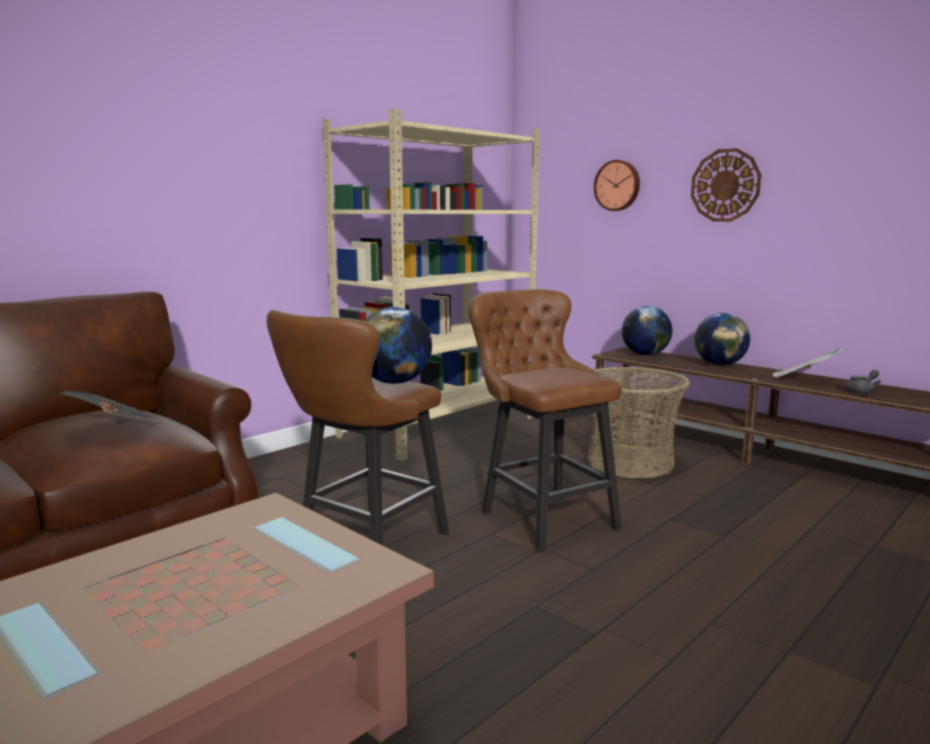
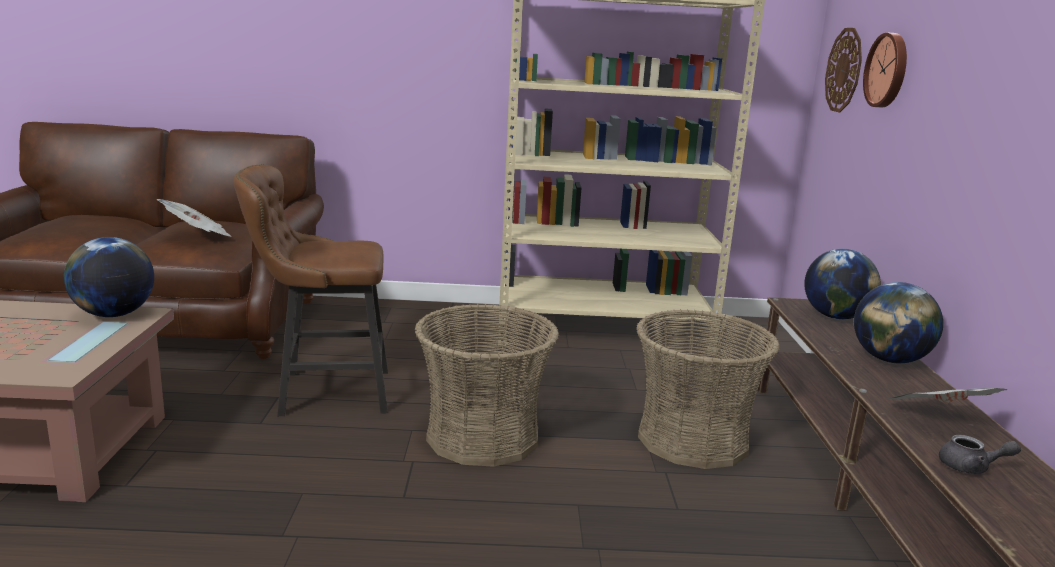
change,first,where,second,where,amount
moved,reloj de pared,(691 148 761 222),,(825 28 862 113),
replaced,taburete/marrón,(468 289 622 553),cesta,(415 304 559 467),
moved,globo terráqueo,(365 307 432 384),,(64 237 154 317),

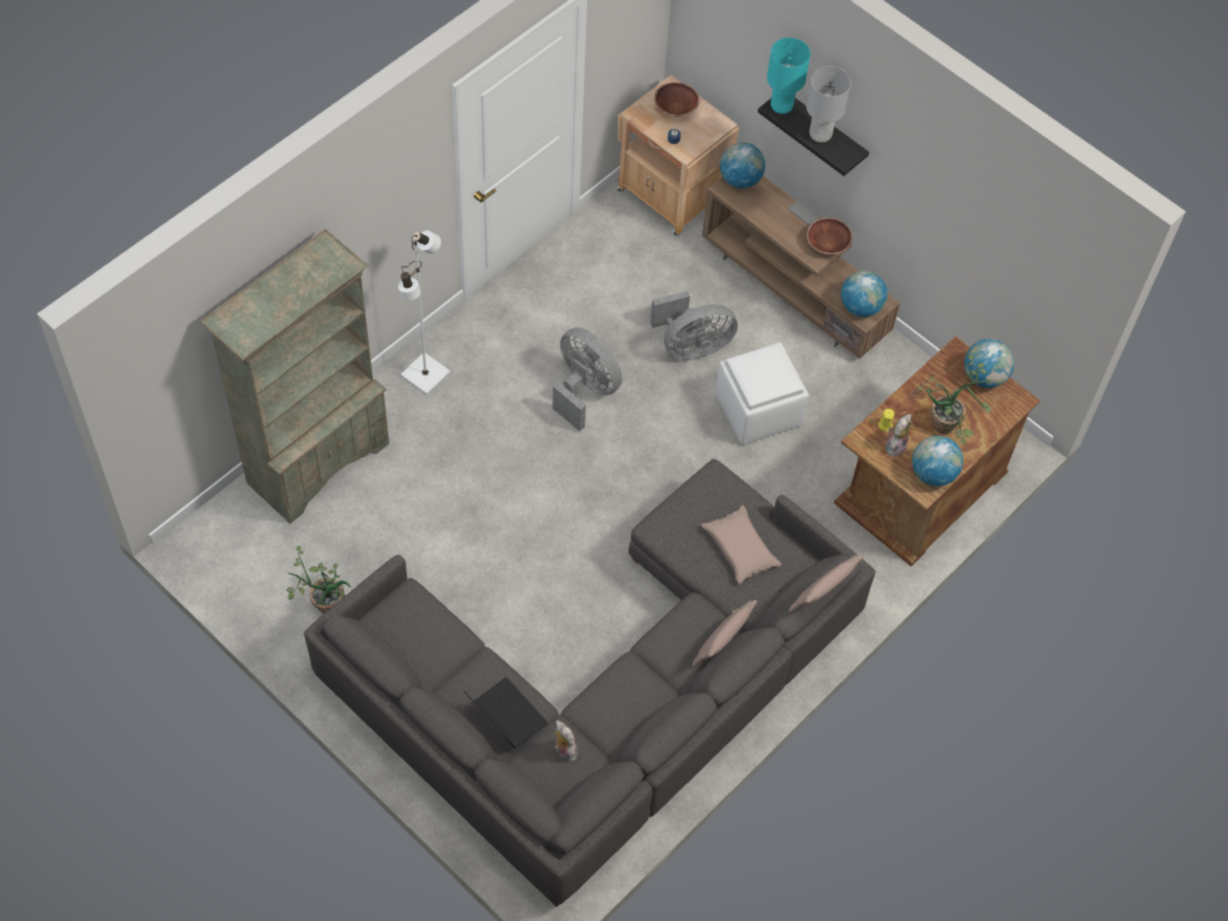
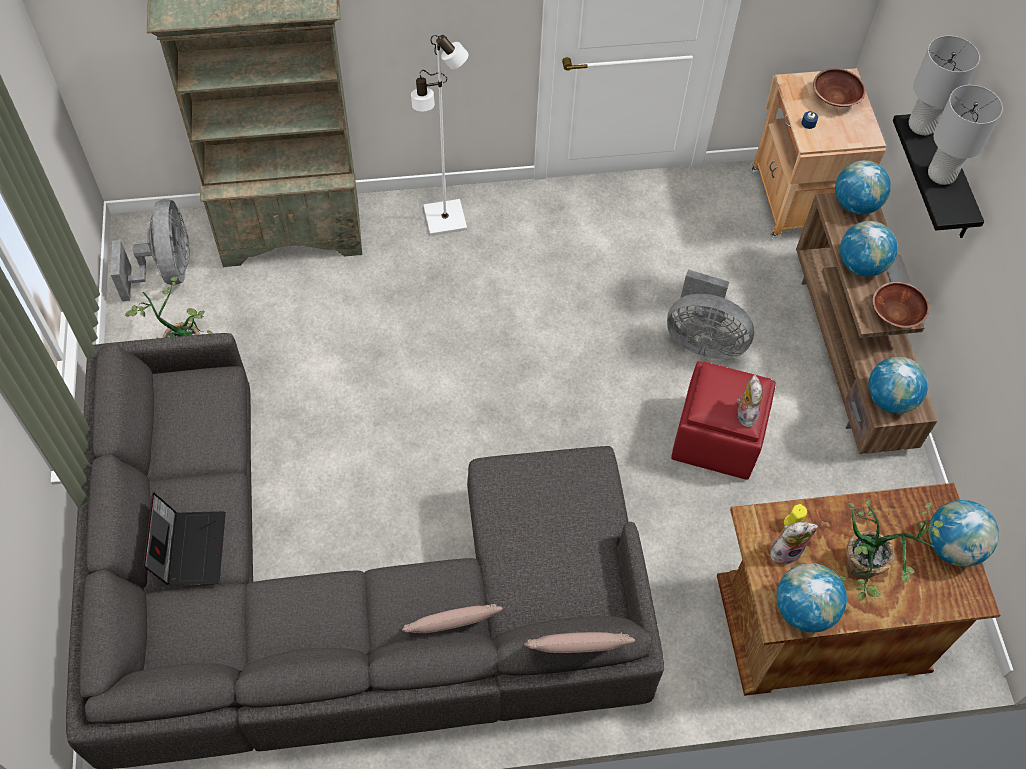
change,first,where,second,where,amount
recoloured,lámpara de mesa/turquesa,(767 38 810 114),lámpara de mesa/gris,(909 36 980 136),
moved,ventilador/gris,(553 327 622 431),,(111 199 190 301),
recoloured,puf/blanco,(715 343 809 445),puf/rojo,(671 361 776 480),
removed,cojín/beis,(701 505 781 584),,,
moved,peluche,(555 720 578 762),,(737 375 763 427),
added,,,globo terráqueo,(840 221 898 277),

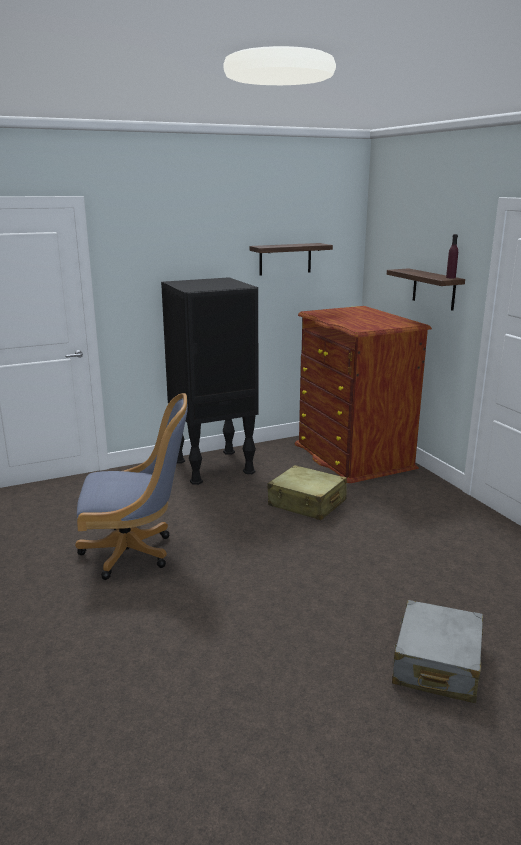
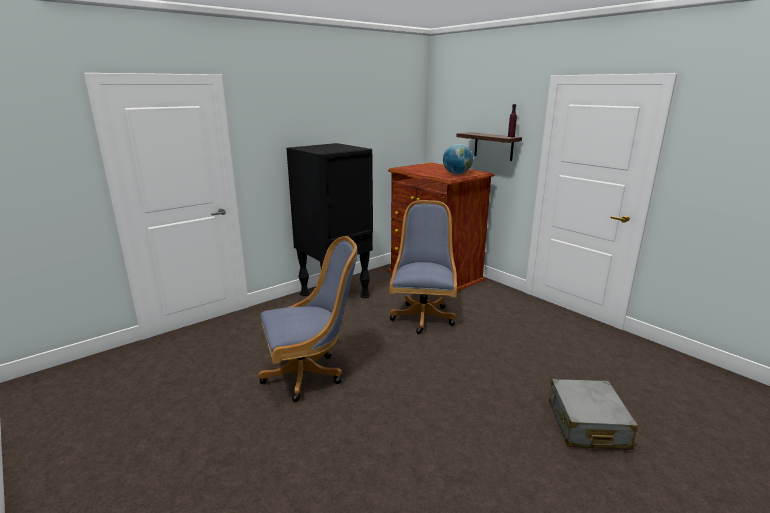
change,first,where,second,where,amount
removed,estante,(249 243 333 276),,,
replaced,maleta/beis,(267 465 347 520),silla de oficina/azul,(390 200 457 334),
added,,,globo terráqueo,(443 144 473 174),

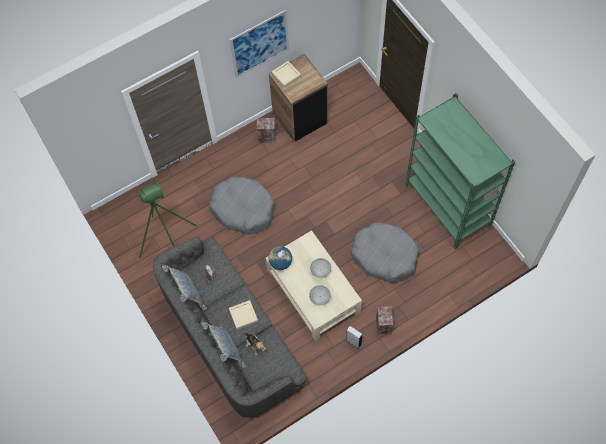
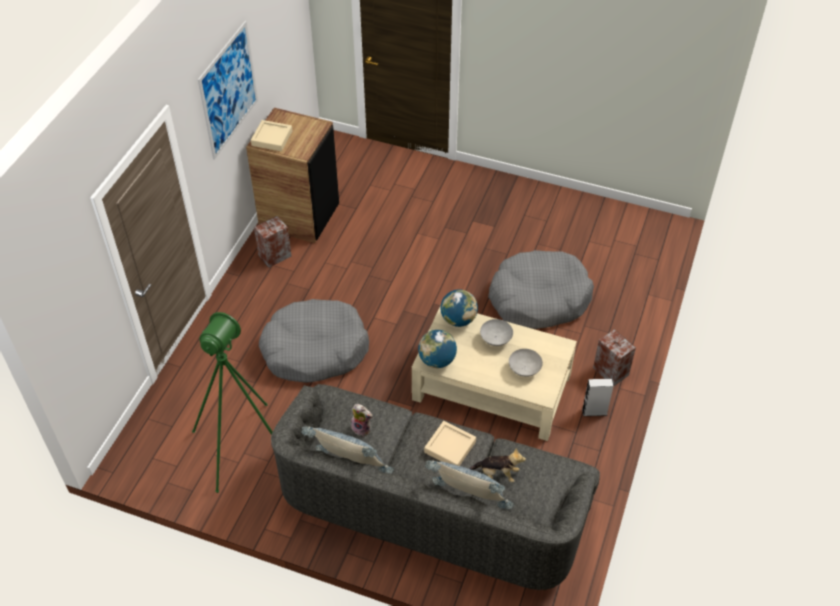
change,first,where,second,where,amount
removed,estantería/verde,(405 93 515 249),,,
added,,,globo terráqueo,(440 289 478 327),

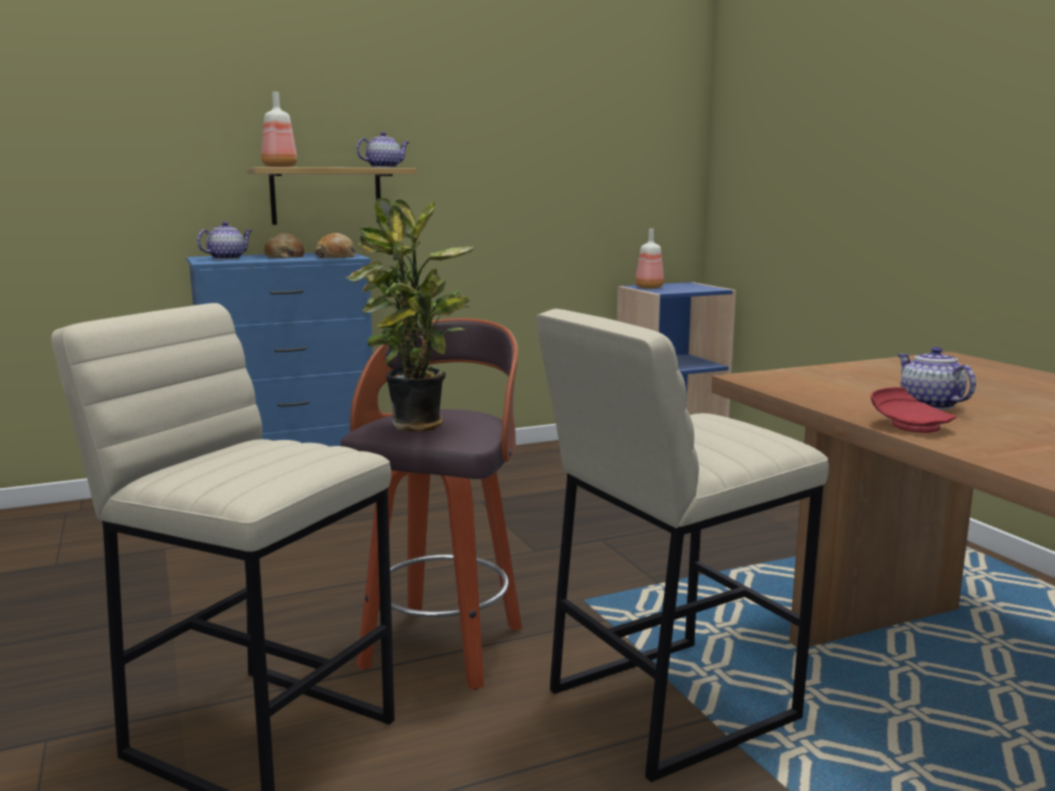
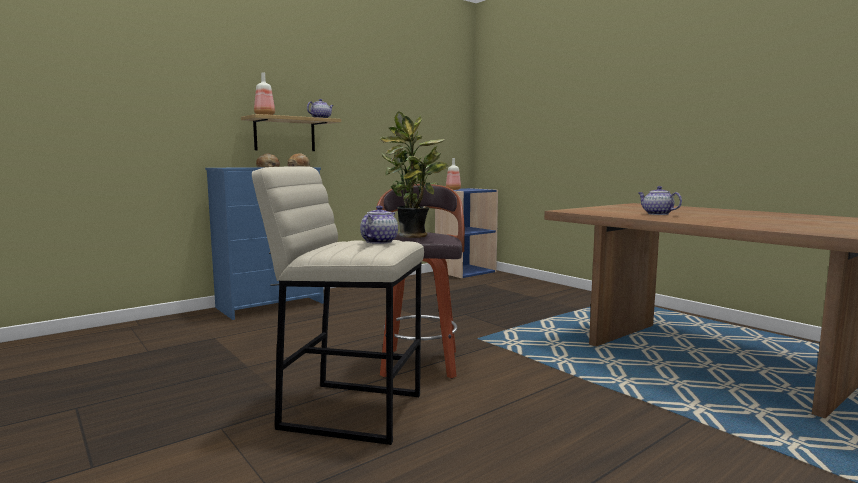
change,first,where,second,where,amount
moved,tetera,(197 222 252 259),,(360 206 398 244),
removed,taburete/beis,(536 309 829 782),,,
removed,plato/rojo,(871 387 957 433),,,

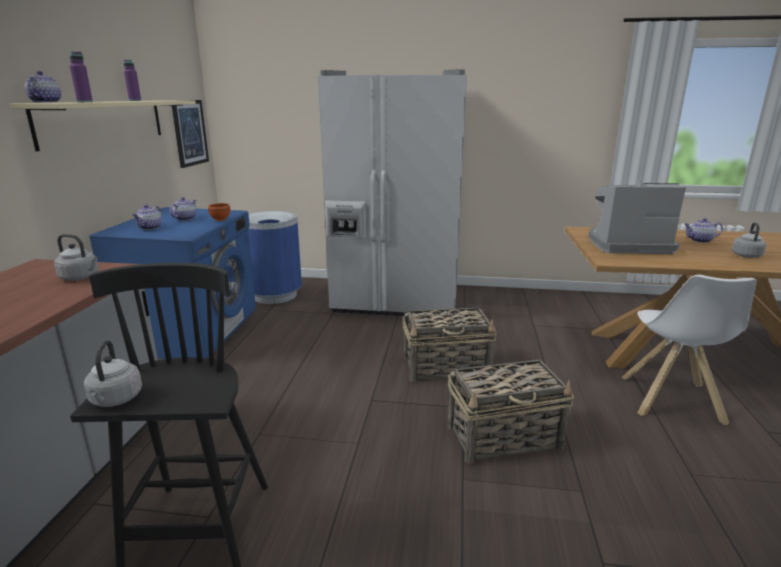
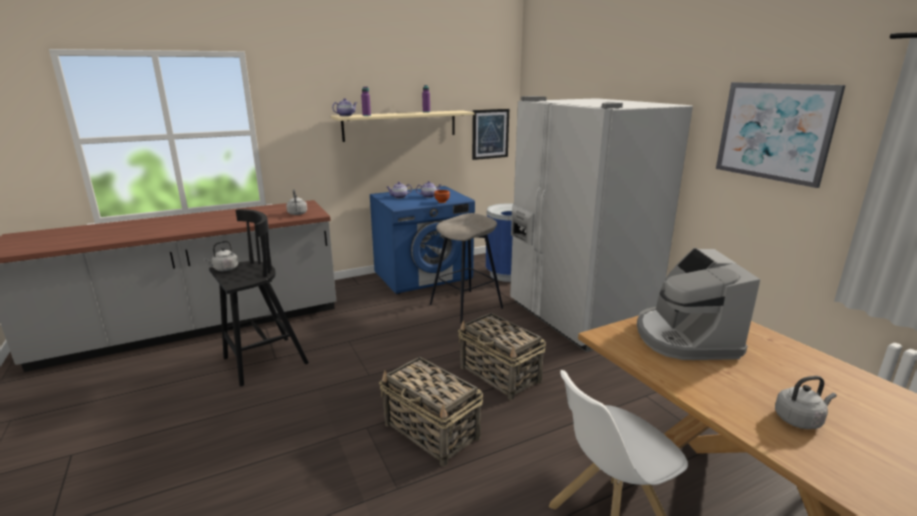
change,first,where,second,where,amount
turned,cafetera,(588 183 686 254),,(637 248 760 360),150 degrees counterclockwise
removed,tetera,(684 218 723 243),,,
added,,,cuadro,(716 82 846 188),
added,,,taburete/gris,(430 213 503 324),

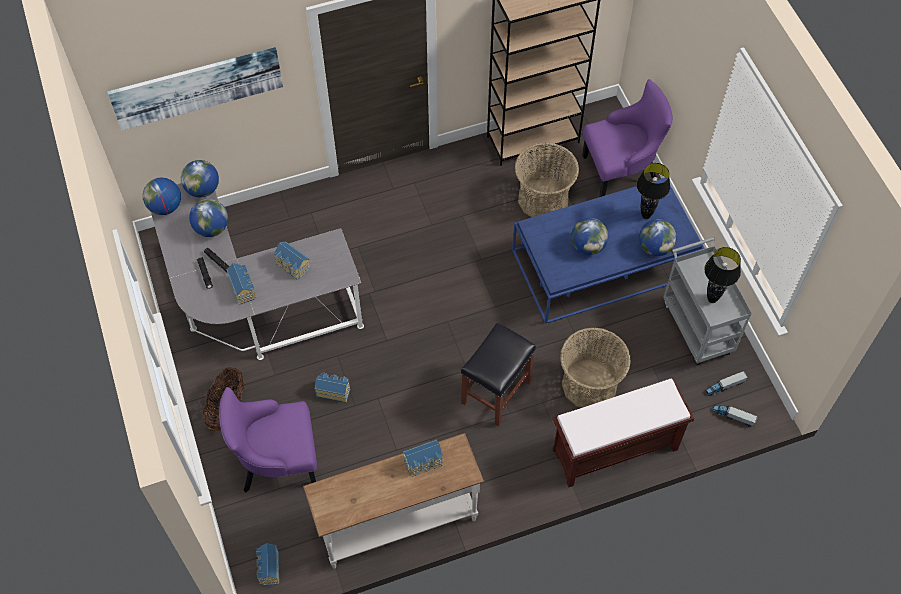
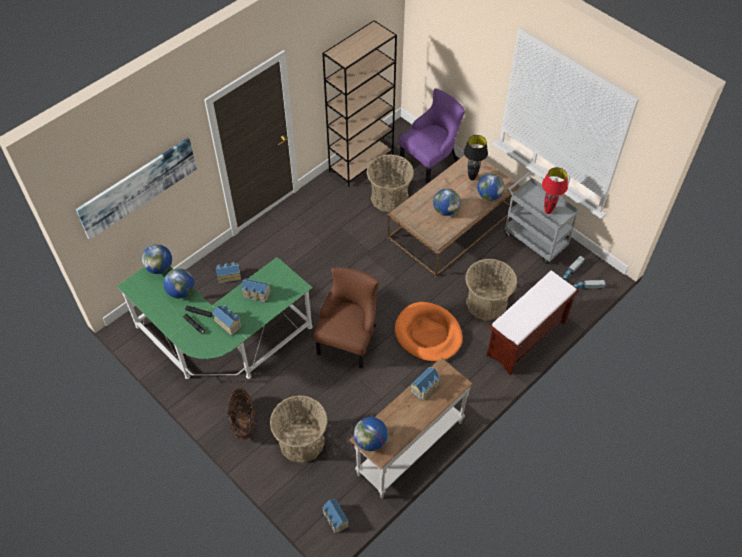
change,first,where,second,where,amount
moved,globo terráqueo,(143 177 181 215),,(354 417 388 451),
recoloured,mesa de centro/azul,(512 178 705 324),mesa de centro/marrón,(387 155 521 276),
recoloured,escritorio/gris,(151 183 364 360),escritorio/verde,(117 257 313 379),
recoloured,lámpara de mesa/negro,(704 247 741 303),lámpara de mesa/rojo,(542 167 568 214),
replaced,taburete/negro,(461 323 536 426),cama para perro/naranja,(395 302 463 362),
moved,casita,(315 373 350 403),,(216 262 241 284),
replaced,silla/morado,(219 387 317 493),cesta,(270 396 327 463),
added,,,silla/marrón,(313 267 379 369),

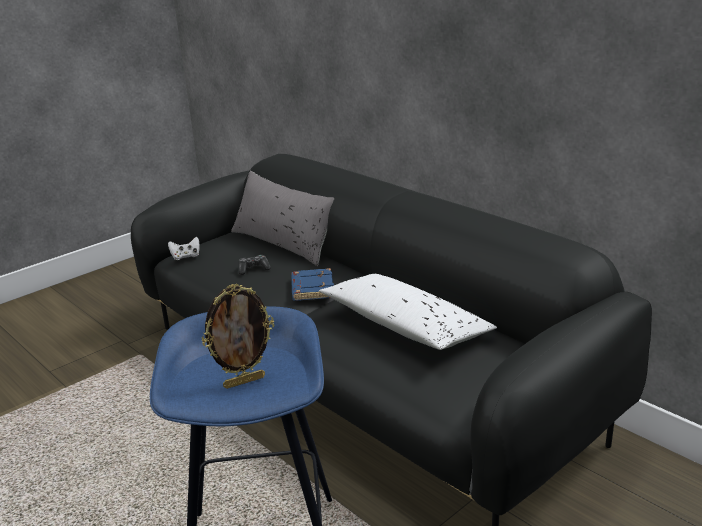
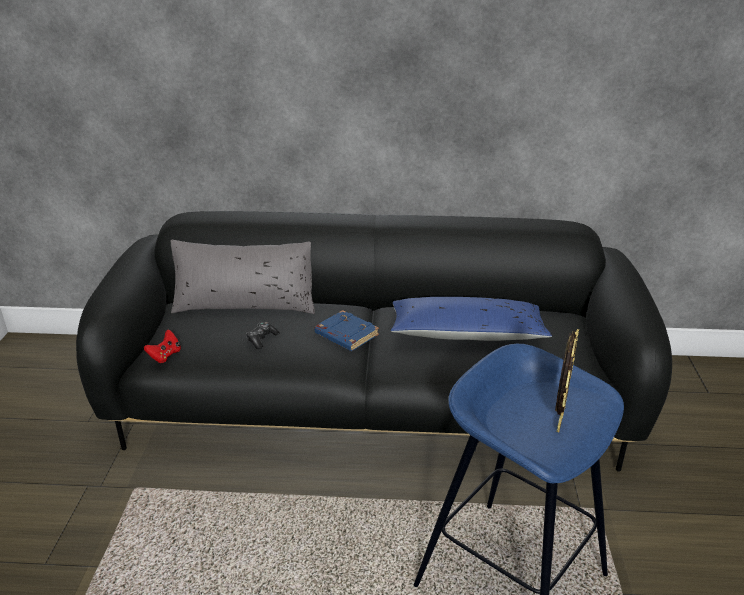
change,first,where,second,where,amount
recoloured,mando de consola/blanco,(168 237 200 260),mando de consola/rojo,(144 329 181 363),
recoloured,cojín/blanco,(319 274 497 350),cojín/azul,(391 297 552 341),

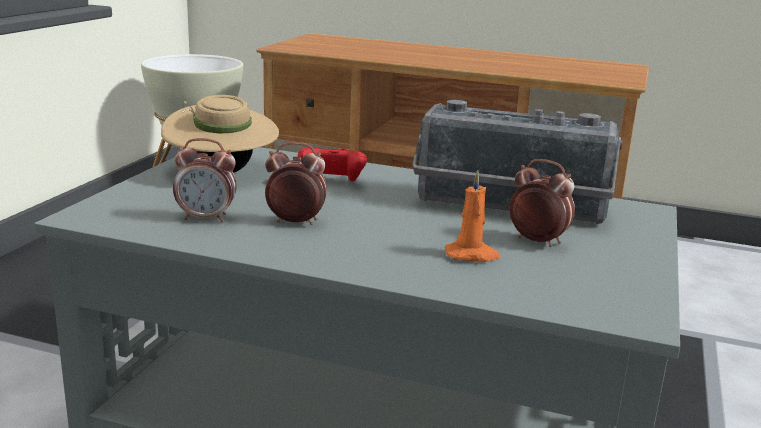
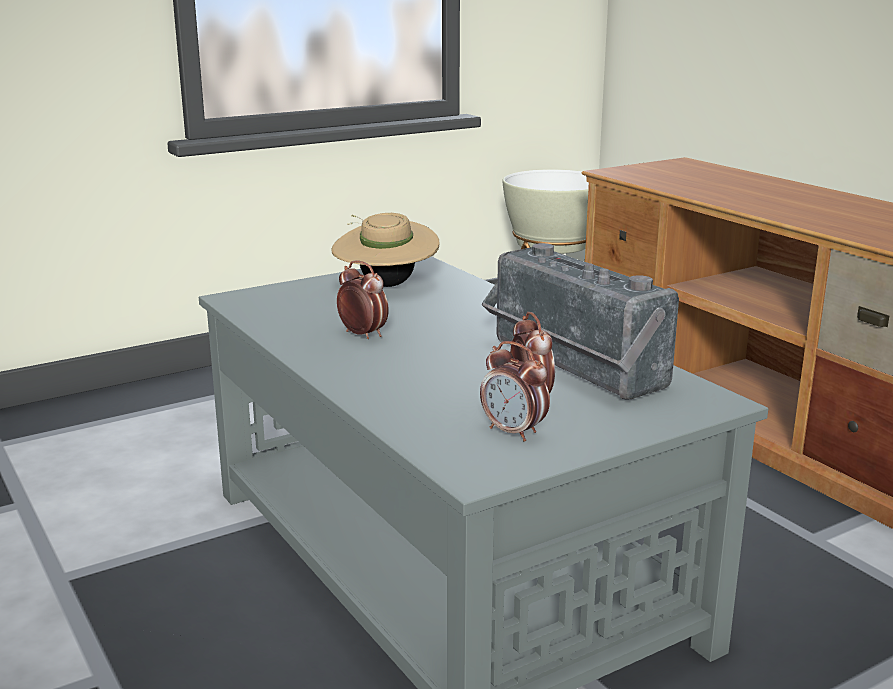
change,first,where,second,where,amount
moved,despertador,(173 138 237 223),,(480 341 550 442),
removed,mando de consola/rojo,(298 148 367 182),,,
removed,vela/naranja,(445 170 500 262),,,

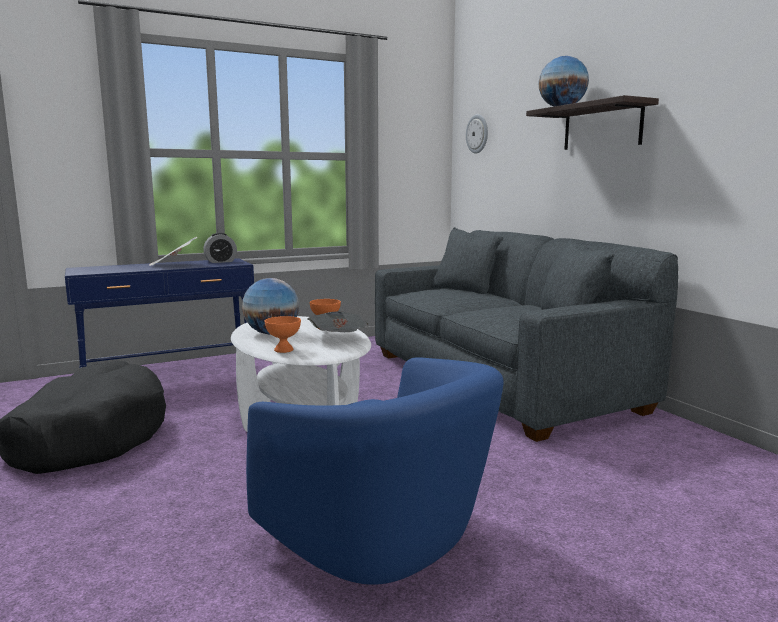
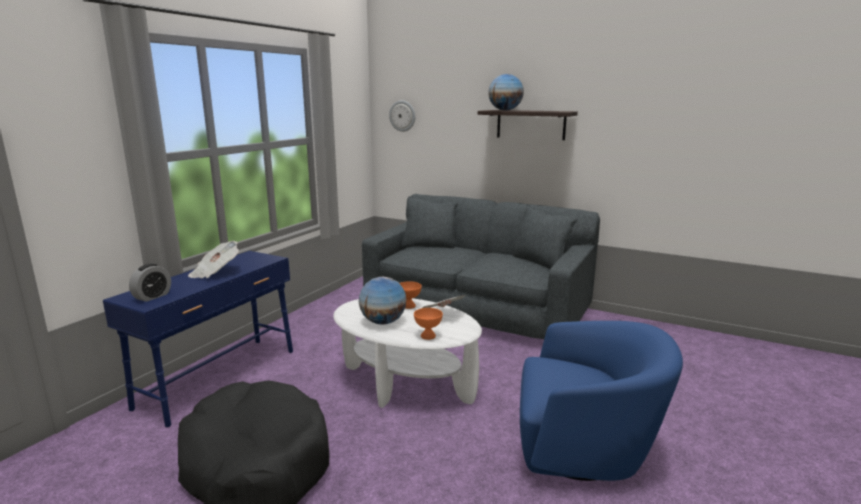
change,first,where,second,where,amount
moved,despertador,(203 233 237 263),,(129 264 171 302),

